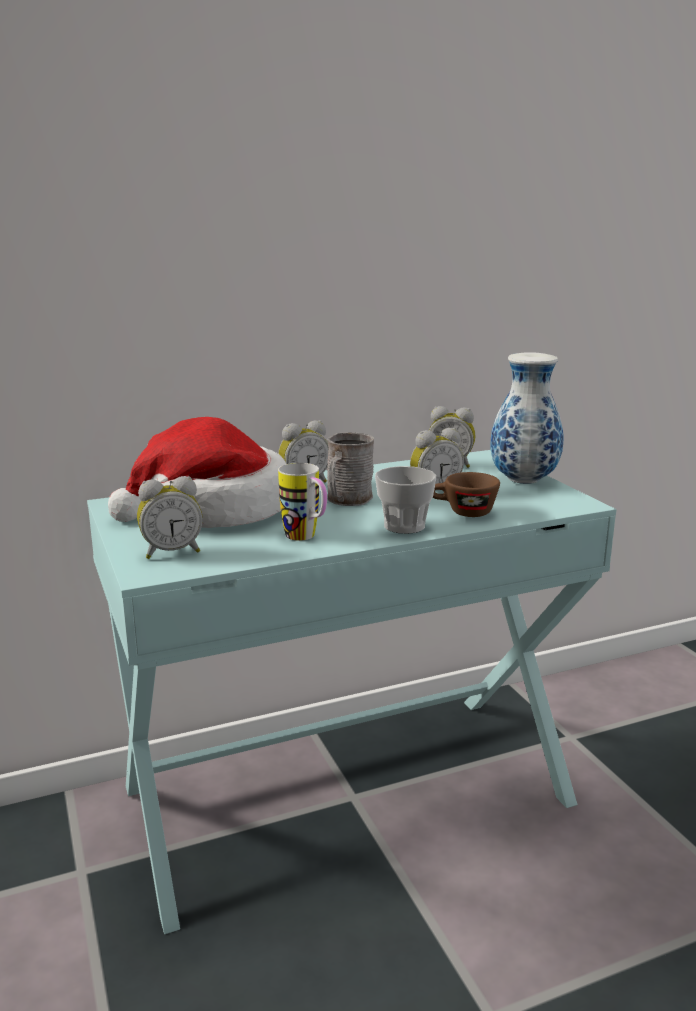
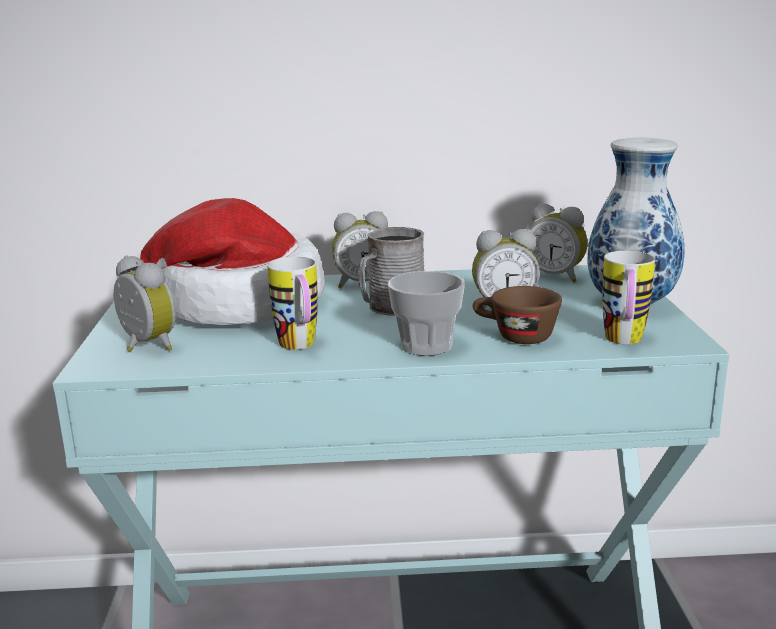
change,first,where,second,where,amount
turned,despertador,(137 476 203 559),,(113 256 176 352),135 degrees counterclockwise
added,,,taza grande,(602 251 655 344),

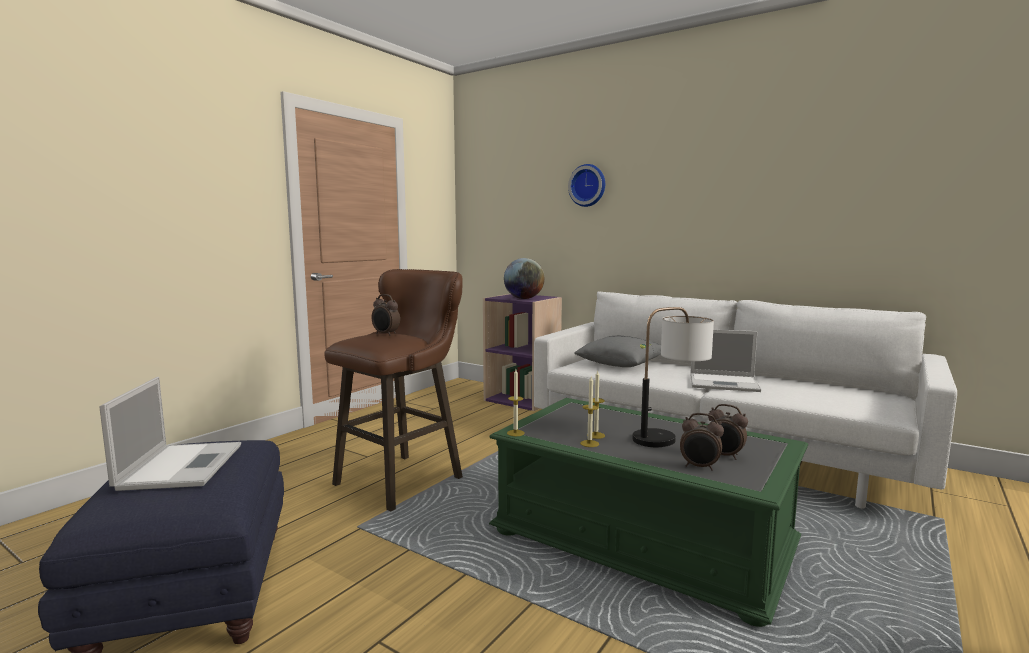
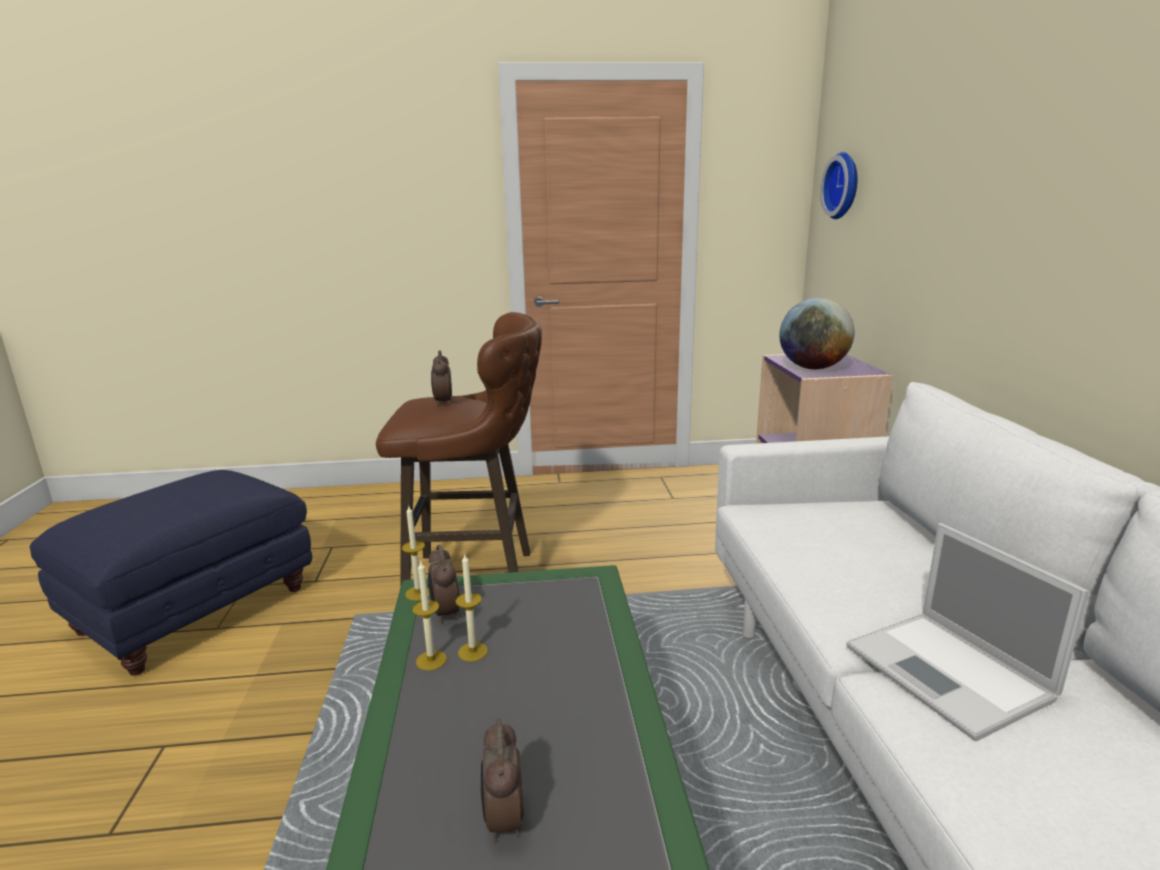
change,first,where,second,where,amount
moved,reloj de pared,(568 164 605 207),,(820 152 857 219),
removed,lámpara de mesa,(632 307 714 447),,,
removed,cojín/gris,(574 336 661 367),,,
removed,portátil,(99 377 241 491),,,
moved,despertador,(680 413 724 471),,(428 545 459 624),

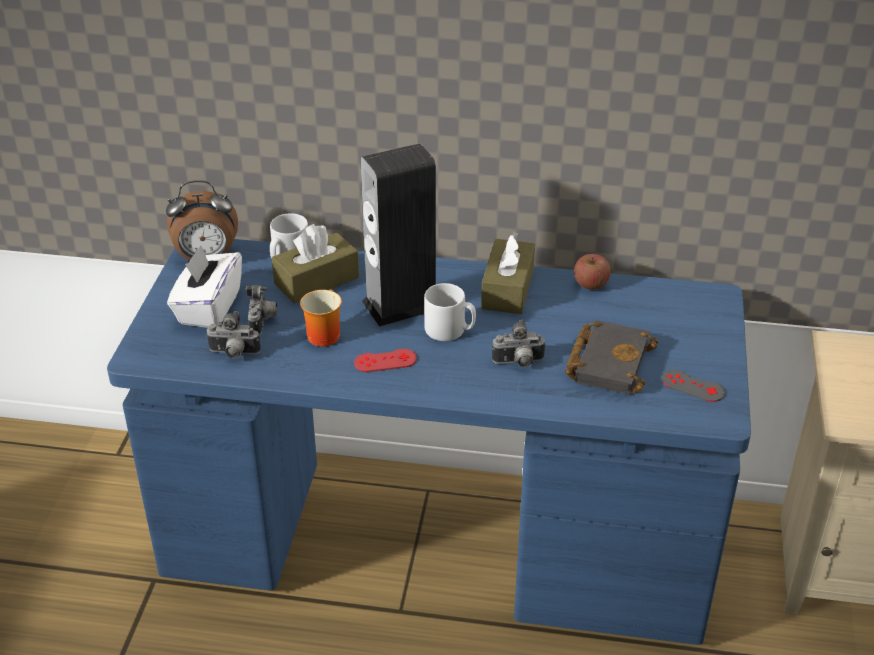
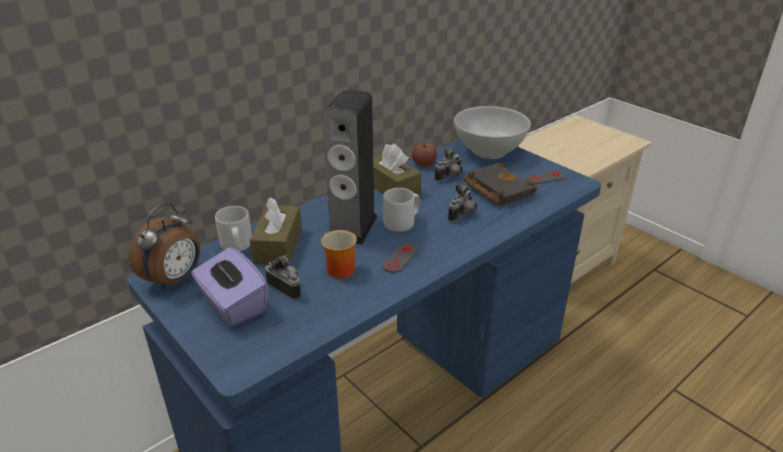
change,first,where,second,where,amount
recoloured,caja de pañuelos/blanco,(167 245 242 328),caja de pañuelos/morado,(191 247 268 327),
moved,cámara,(206 311 261 359),,(434 147 463 182),
recoloured,mando de consola/rojo,(354 349 417 372),mando de consola/gris,(382 243 417 273),
added,,,cuenco/blanco,(454 106 531 159),

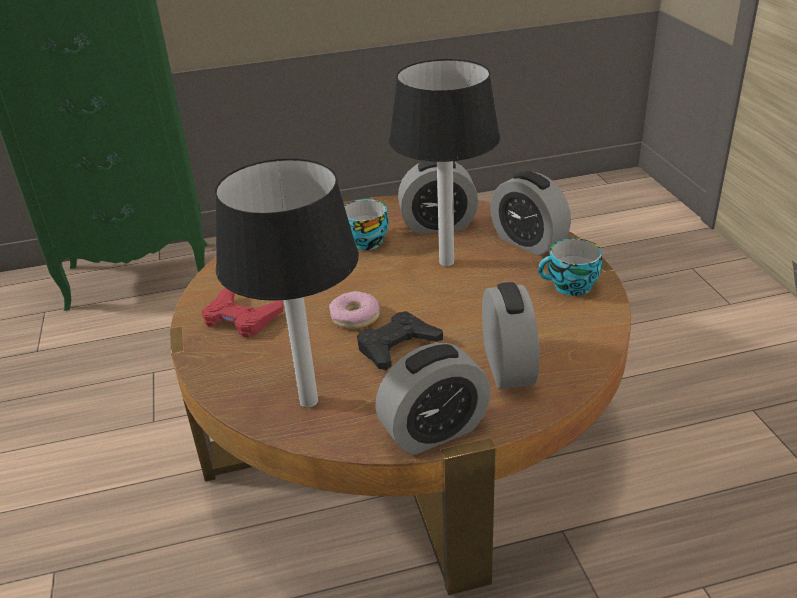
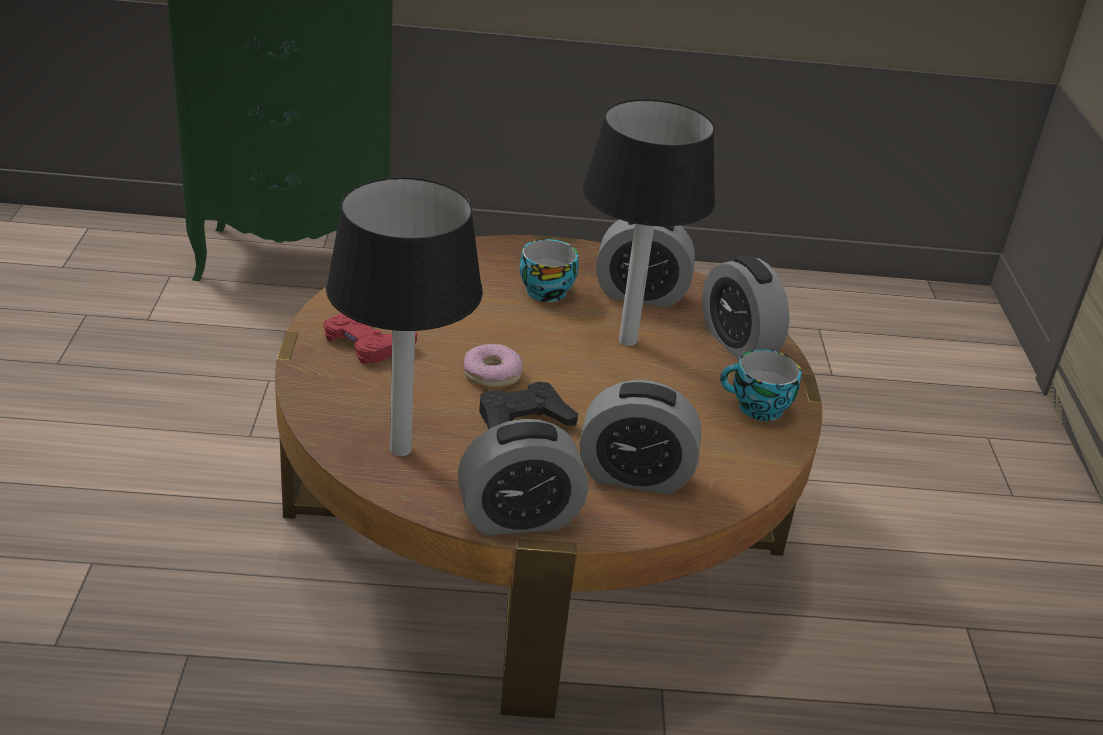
change,first,where,second,where,amount
turned,despertador,(482 282 540 389),,(580 380 701 494),90 degrees clockwise

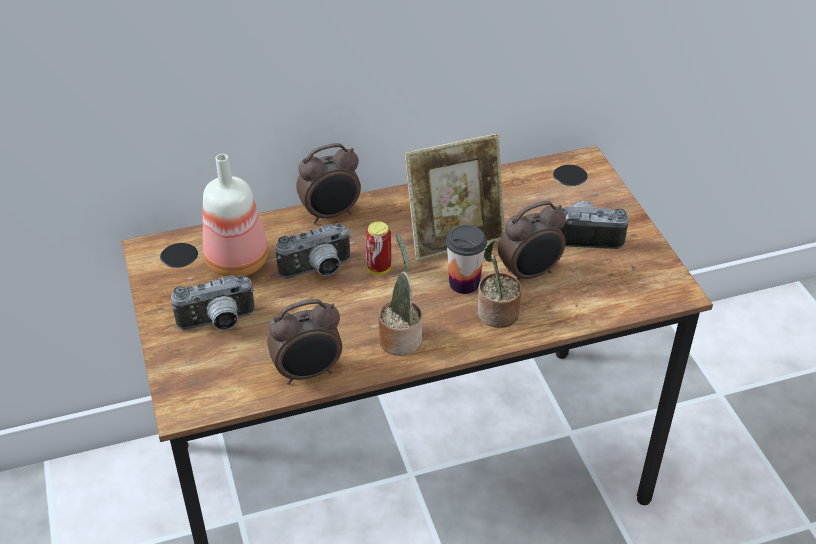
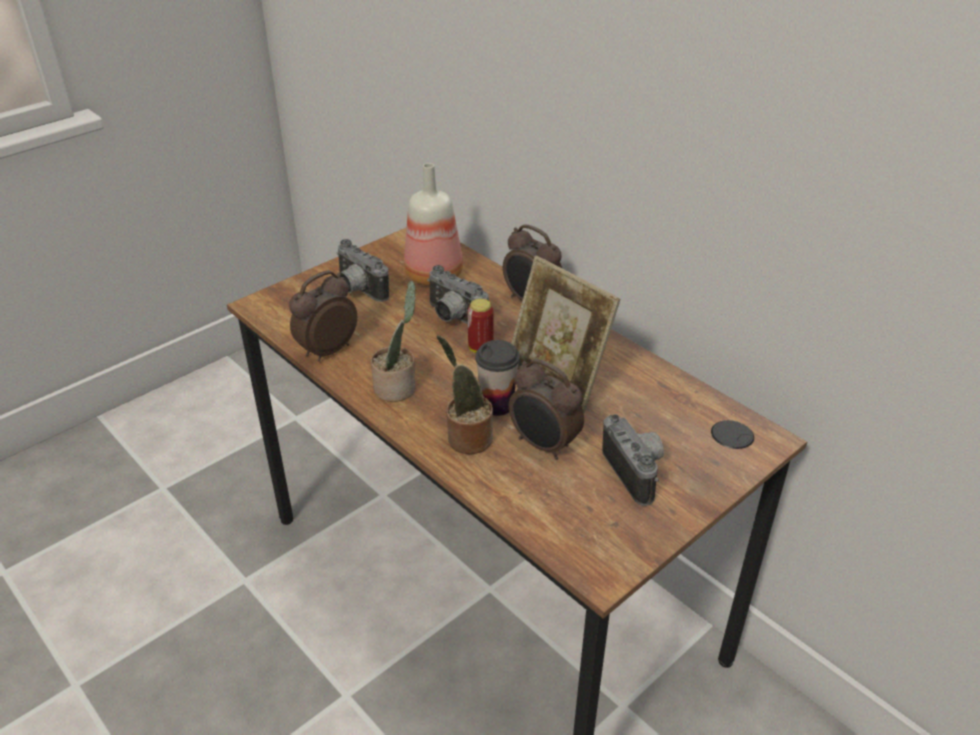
change,first,where,second,where,amount
turned,despertador,(267 299 342 385),,(289 270 357 362),90 degrees clockwise

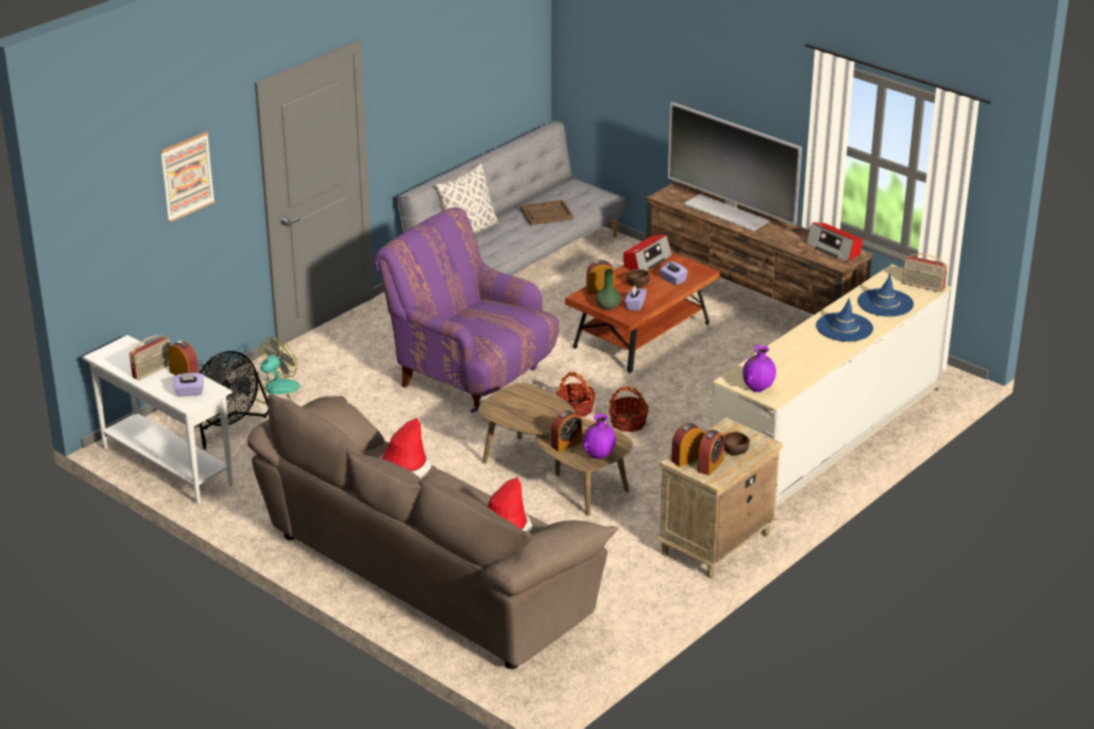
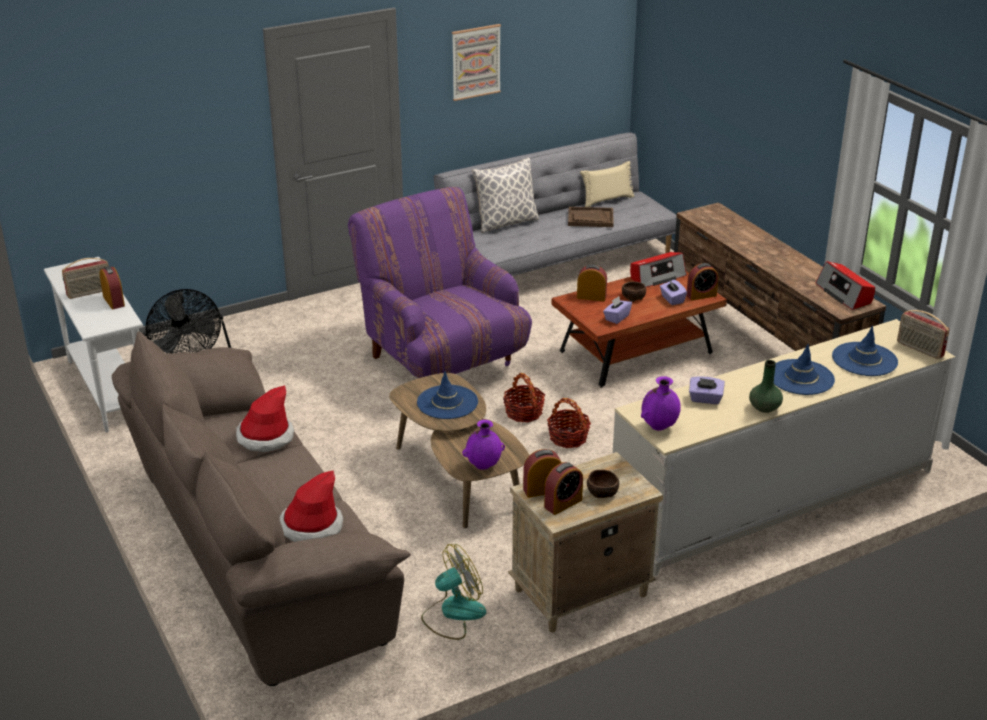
change,first,where,second,where,amount
removed,televisor,(668 102 802 231),,,
moved,cuadro,(160 132 215 222),,(452 24 501 101),
moved,florero/verde,(596 269 621 310),,(749 360 783 413),
moved,ventilador,(255 337 301 404),,(421 544 486 640),
moved,caja de pañuelos/morado,(173 373 204 397),,(689 377 725 404),
moved,despertador,(551 410 582 452),,(687 263 718 300),
added,,,cojín/beis,(580 161 634 207),
added,,,sombrero/azul,(417 371 478 419),

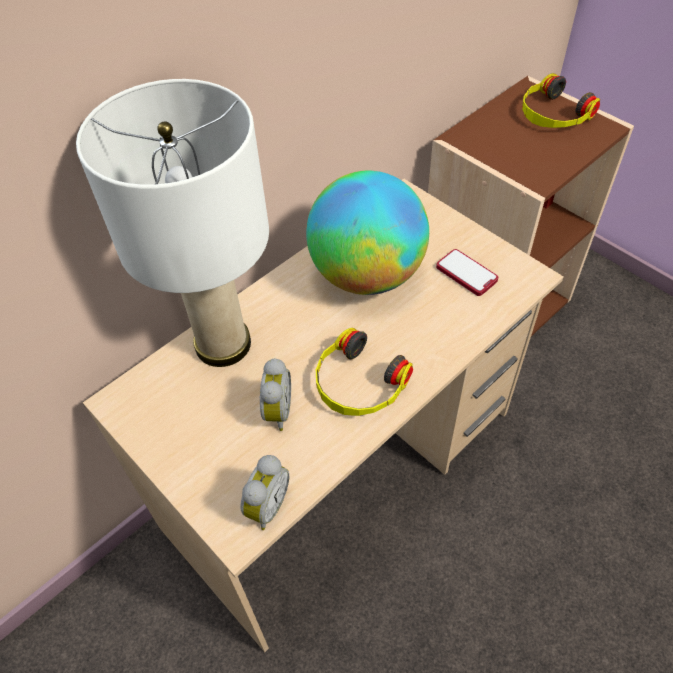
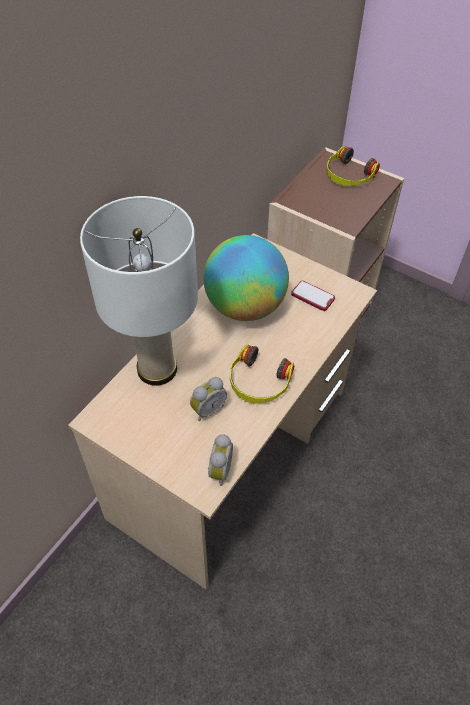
change,first,where,second,where,amount
turned,despertador,(260 358 291 431),,(190 377 227 421),60 degrees clockwise

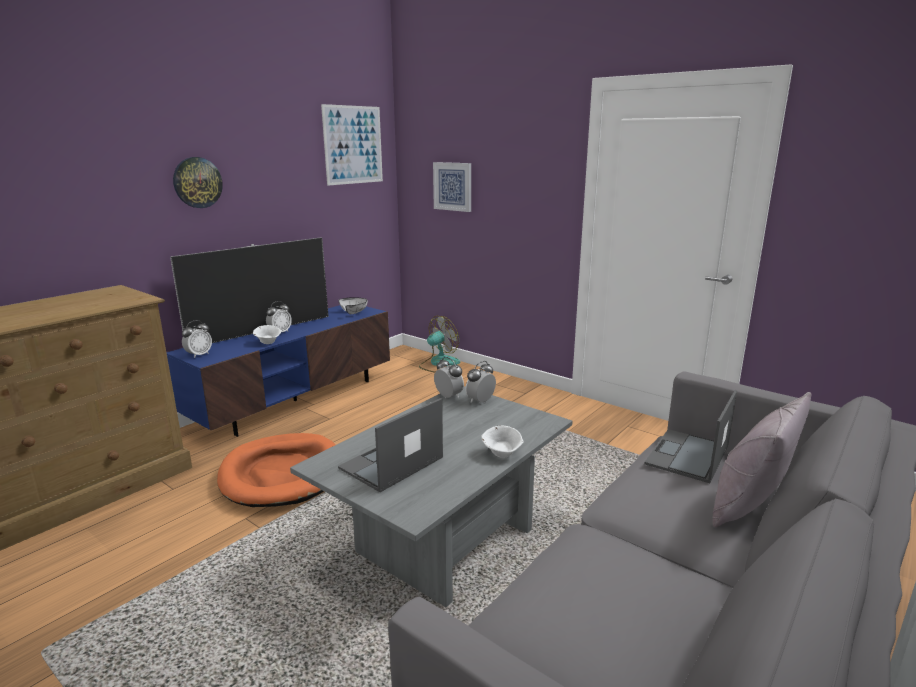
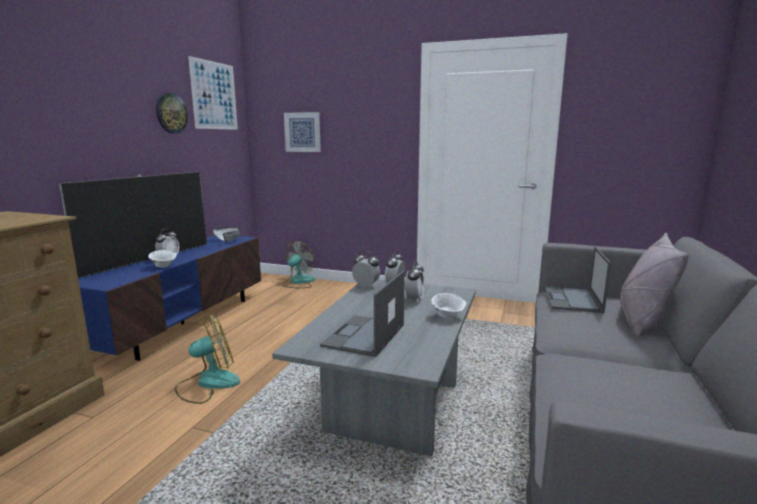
change,first,where,second,where,amount
moved,reloj de pared,(173 157 223 208),,(156 93 188 134),
moved,despertador,(182 320 212 358),,(405 261 424 303),
replaced,cama para perro/naranja,(217 433 335 507),ventilador,(175 314 240 404),

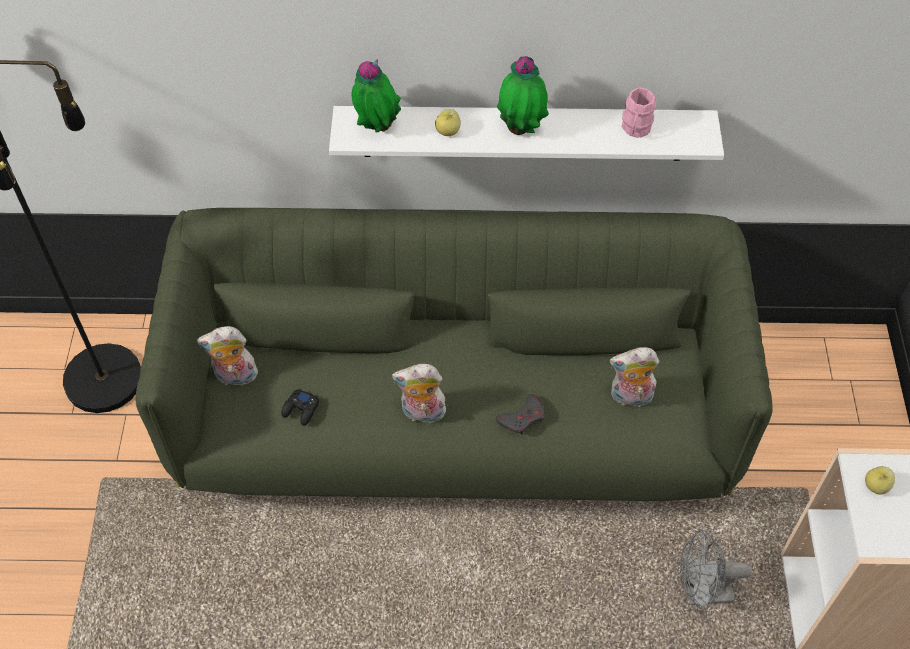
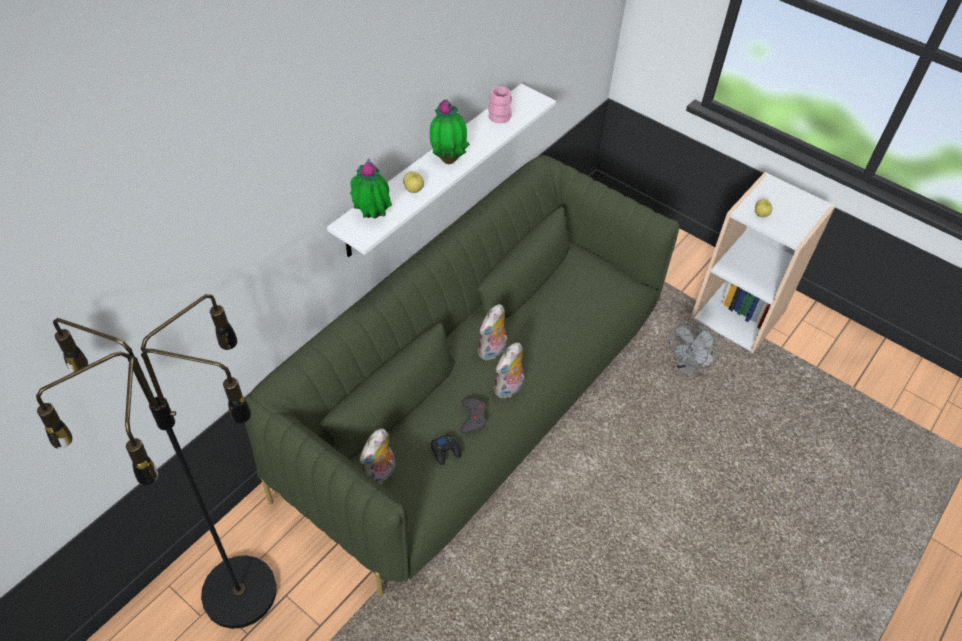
change,first,where,second,where,amount
moved,peluche,(610 347 659 407),,(477 304 508 360),
moved,mando de consola/gris,(496 394 545 435),,(460 398 486 433),

